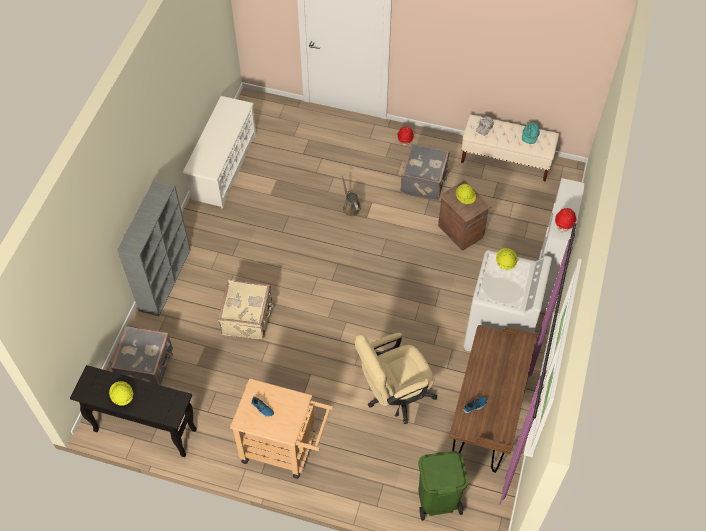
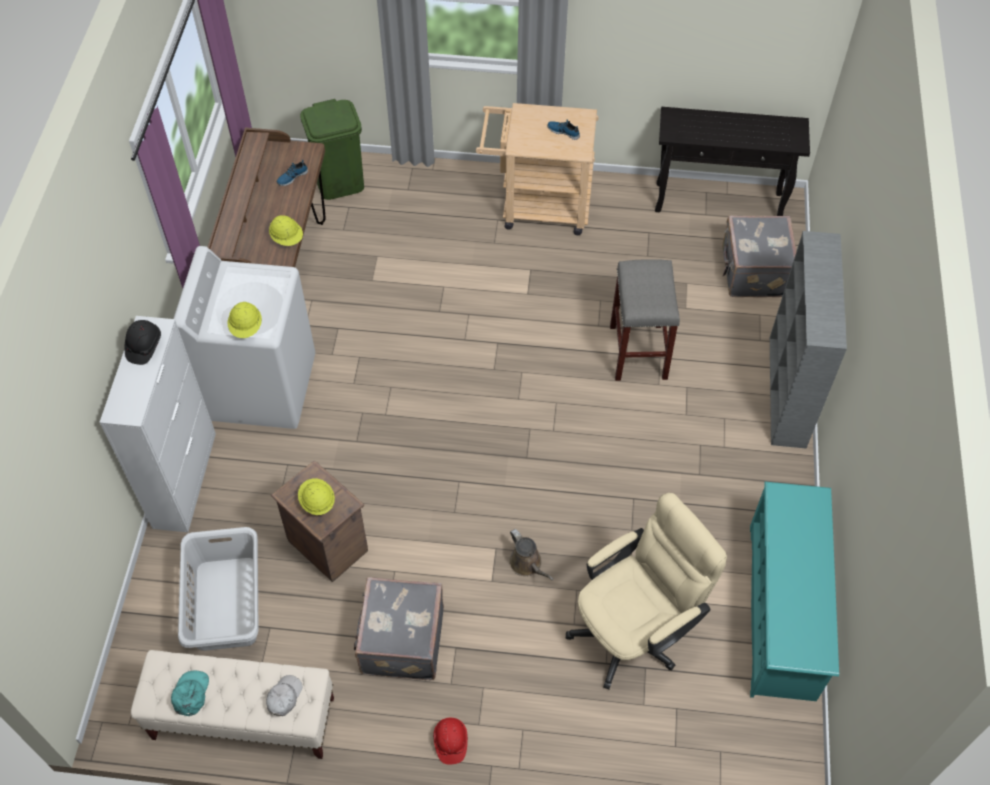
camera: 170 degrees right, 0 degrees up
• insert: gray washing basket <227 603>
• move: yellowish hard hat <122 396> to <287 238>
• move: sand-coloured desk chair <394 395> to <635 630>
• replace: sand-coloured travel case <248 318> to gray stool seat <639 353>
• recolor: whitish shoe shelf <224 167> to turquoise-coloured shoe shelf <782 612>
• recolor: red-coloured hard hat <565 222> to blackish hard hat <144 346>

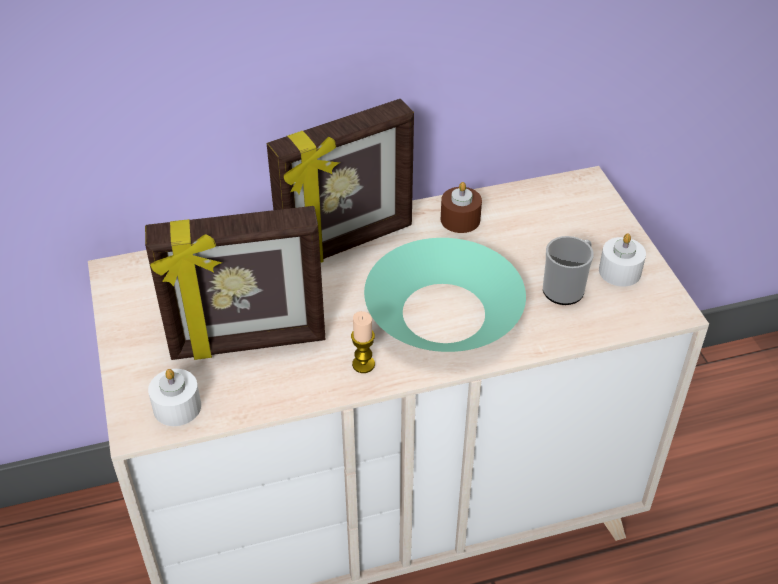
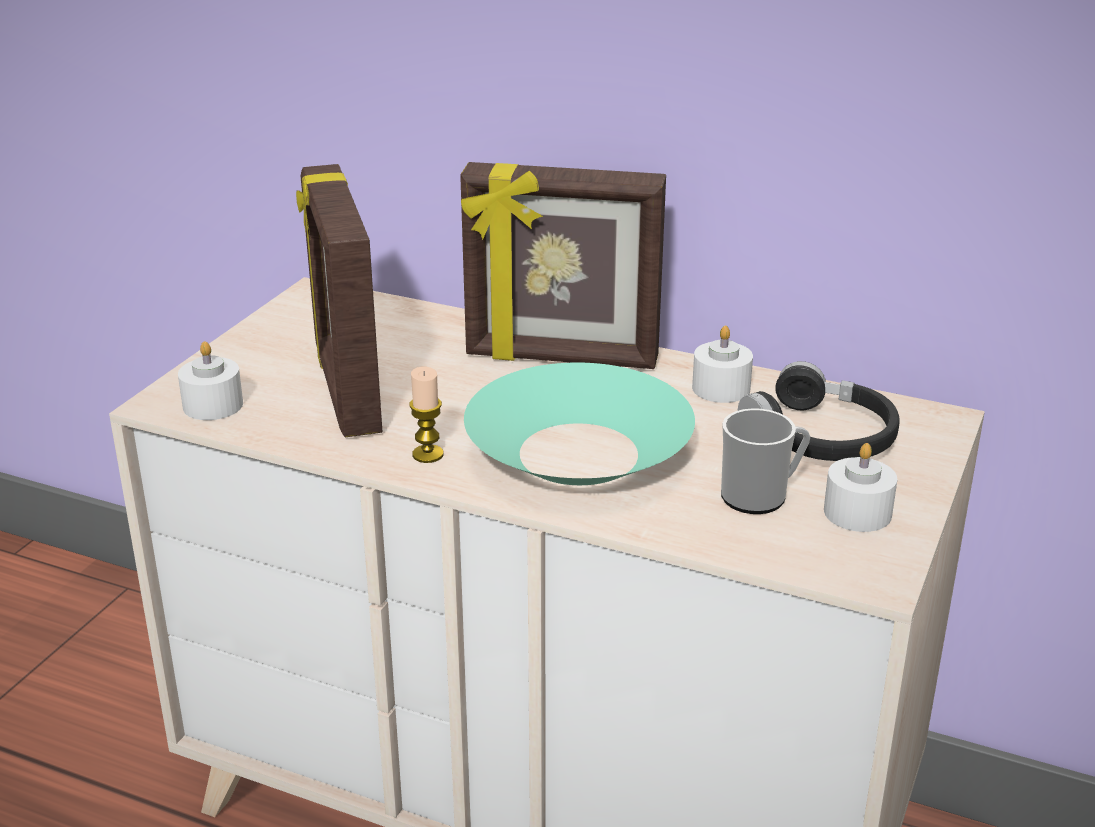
camera: 40 degrees right, 15 degrees down
• insert: blackish pair of headphones <820 437>
• recolor: brown candle <460 219> to whitish candle <721 388>
• rotate: picture frame <248 344> = <345 390> 45 degrees clockwise

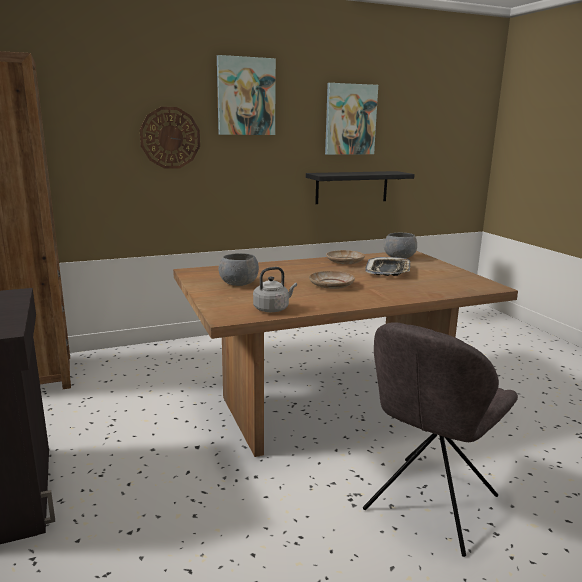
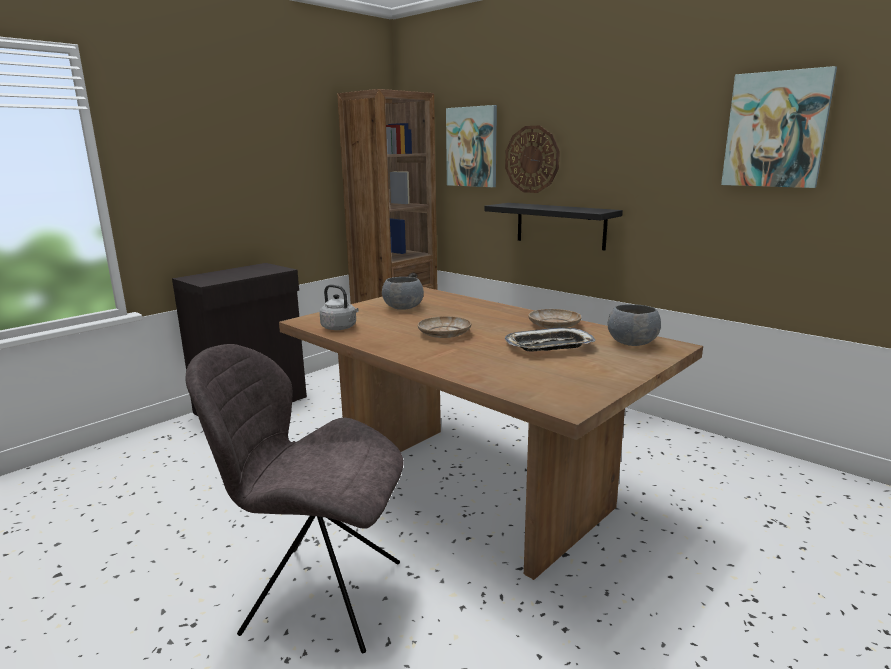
camera: 65 degrees right, 0 degrees up
• move: wall art <246 96> to <472 147>
• move: blackish shelf <352 187> to <560 225>

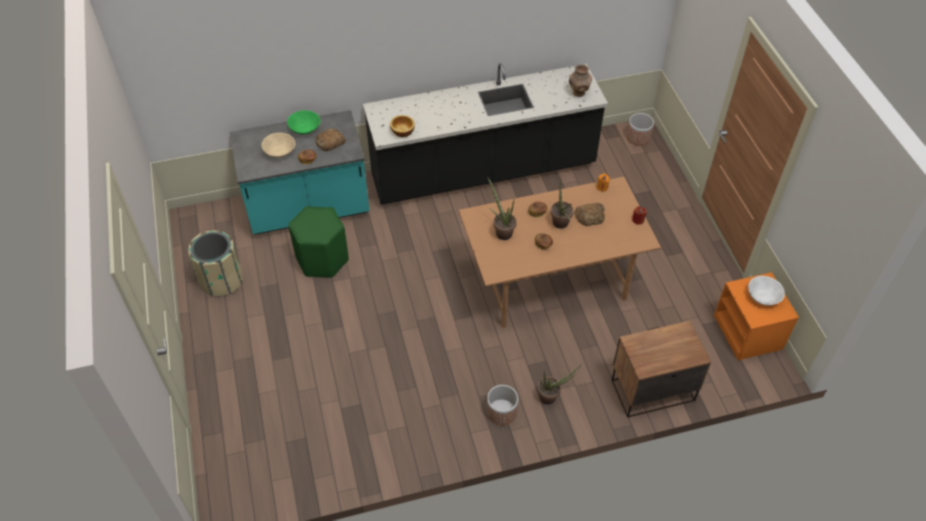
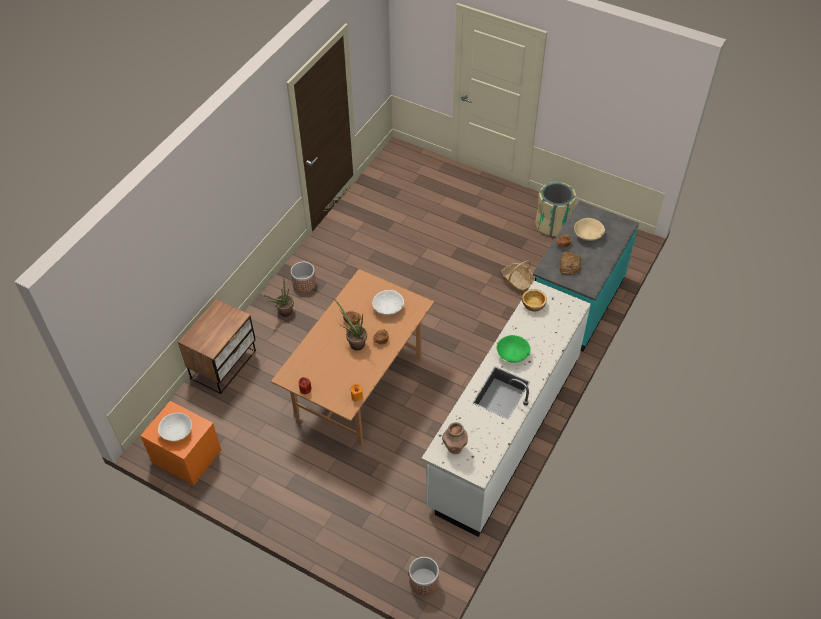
camera: 135 degrees right, 0 degrees up
• delete: bakery bread <590 216>
• move: green-coloured deep dish <305 129> to <512 354>
• replace: green-coloured stool seat <323 259> to household basket <517 281>
• replace: potted plant <501 231> to whitish deep dish <388 308>
• recolor: blackish kitchen counter <483 172> to whitish kitchen counter <504 431>

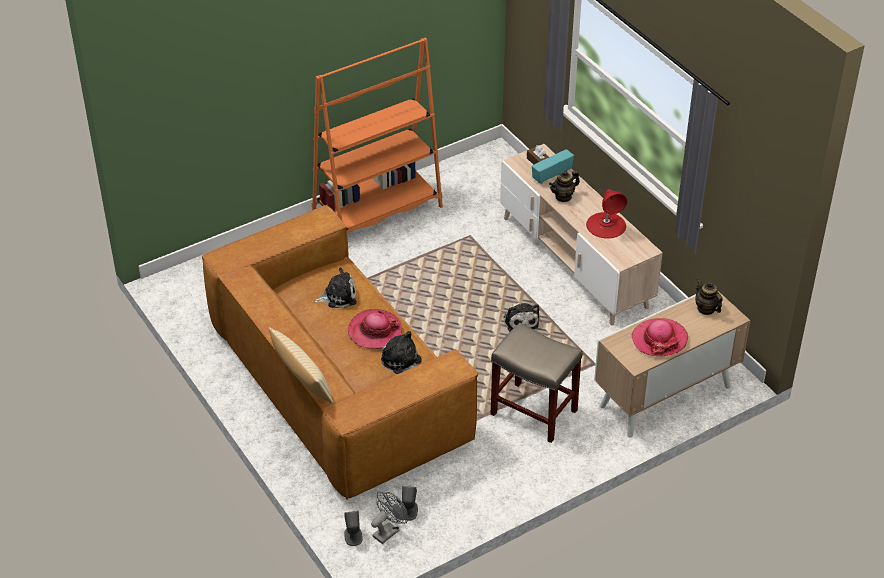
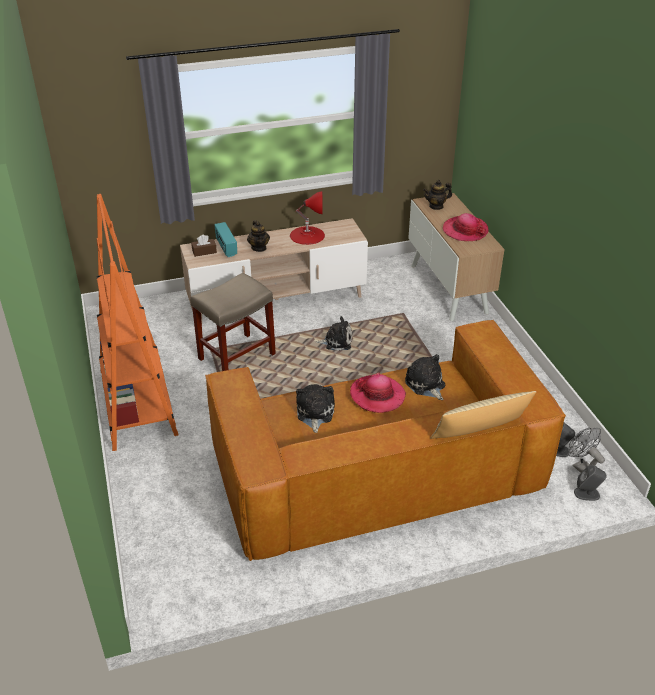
camera: 75 degrees left, 5 degrees down
• move: sand-coloured stool seat <532 412> to <236 357>
• rotate: soft toy <402 362> = <426 385> 90 degrees clockwise

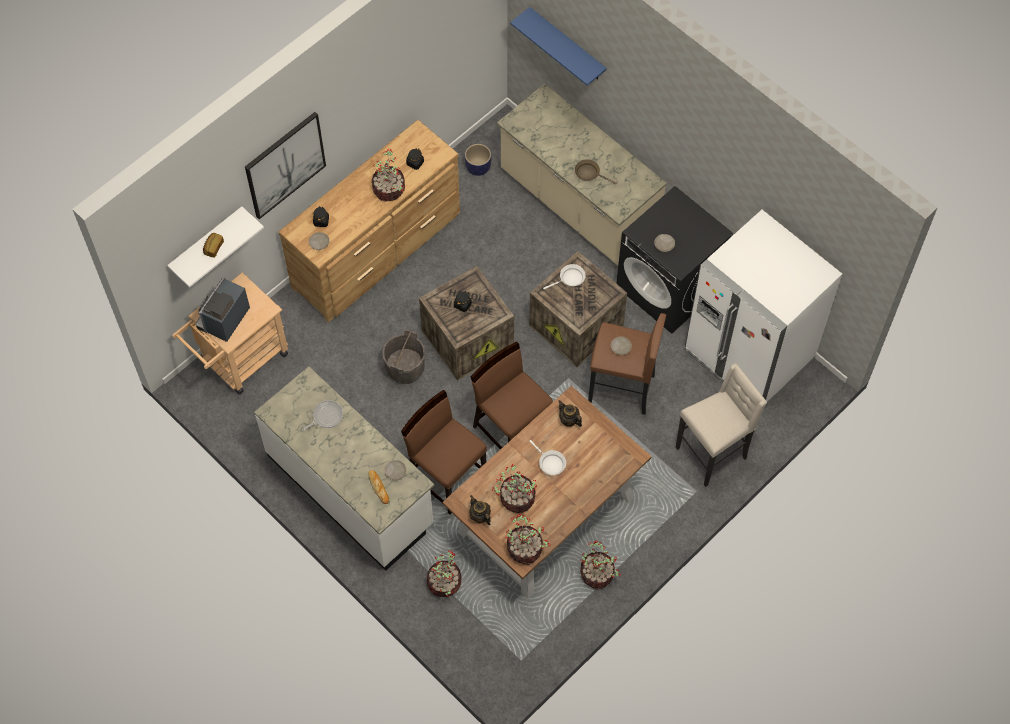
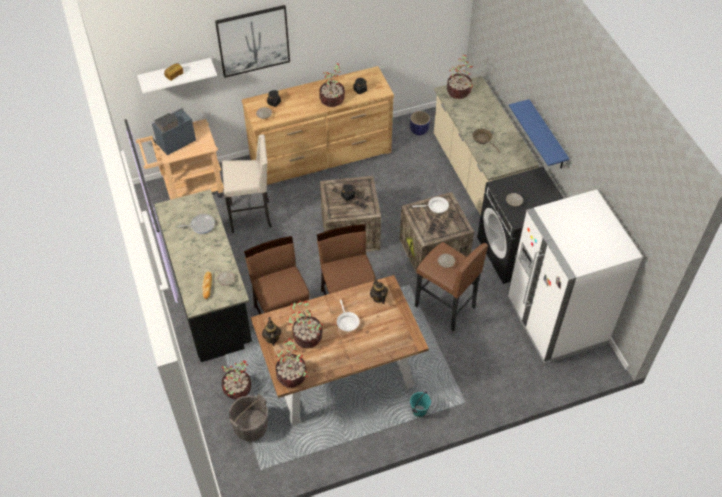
camera: 25 degrees right, 10 degrees down
• insert: turquoise-coloured bucket <419 411>
• move: gray bucket <405 368> to <251 427>
• move: bluish shelf <567 45> to <547 136>
• move: potted plant <598 574> to <459 92>
• move: sand-coloured stool seat <713 453> to <252 216>
• recolor: whitish kitchen counter <351 490> to blackish kitchen counter <210 298>

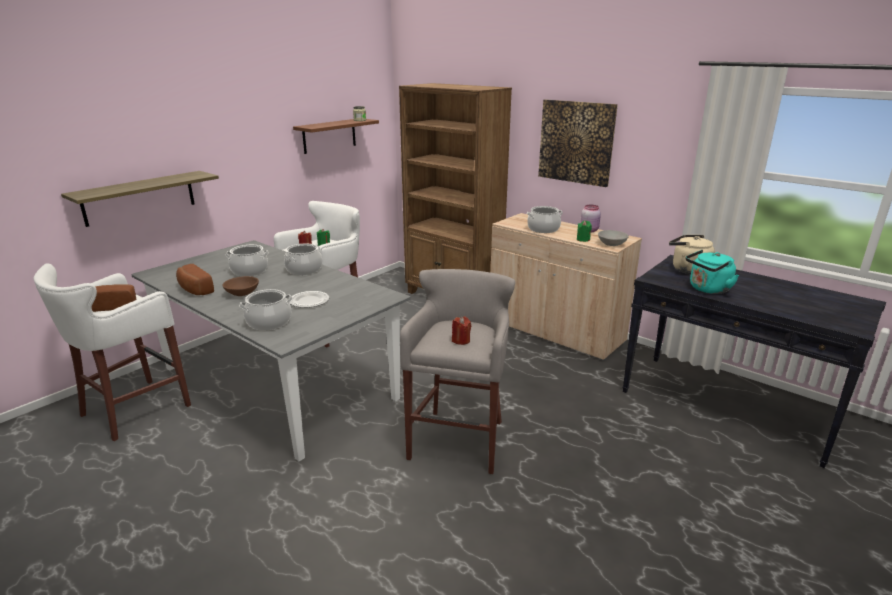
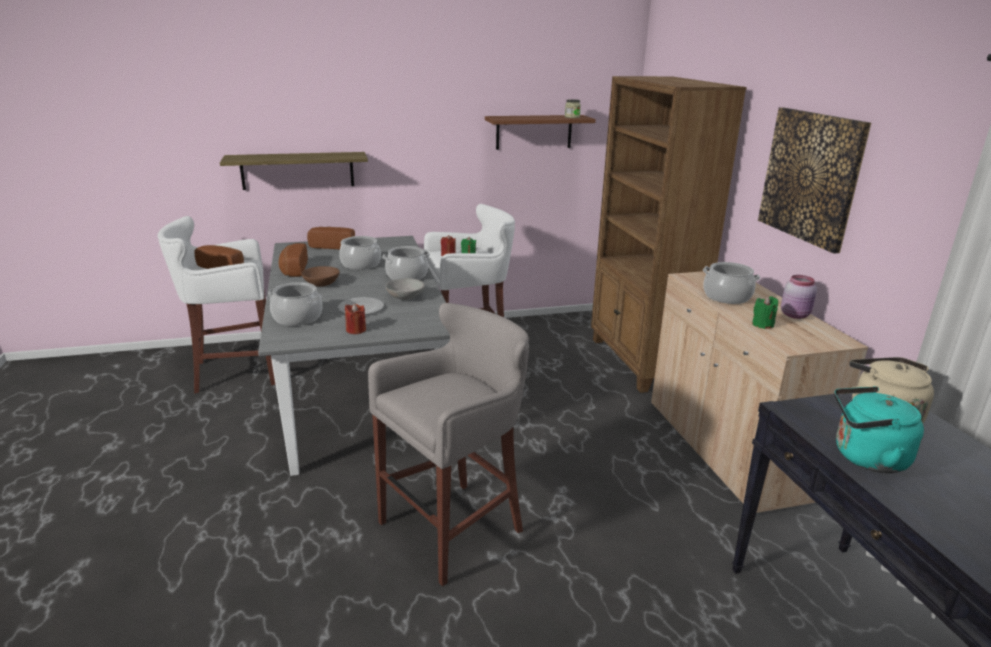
camera: 35 degrees right, 0 degrees up
• insert: bakery bread <334 246>
• move: red-coloured candle <461 340> to <356 330>
• move: gray deep dish <611 244> to <405 297>

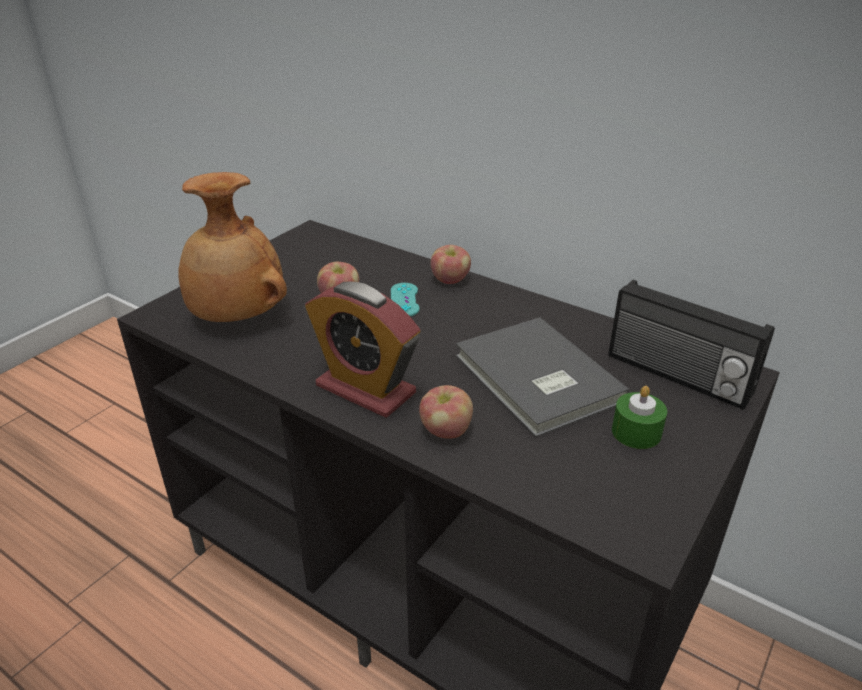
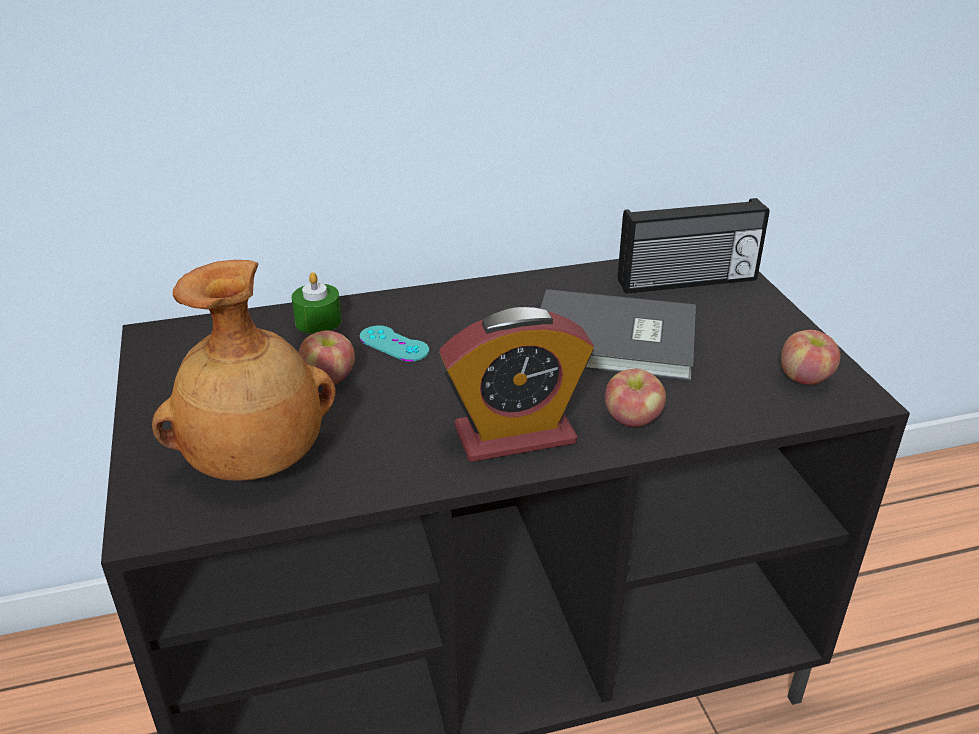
camera: 50 degrees left, 0 degrees up
• move: apple fruit <450 280> to <805 378>
• move: green-coloured candle <636 432> to <318 321>

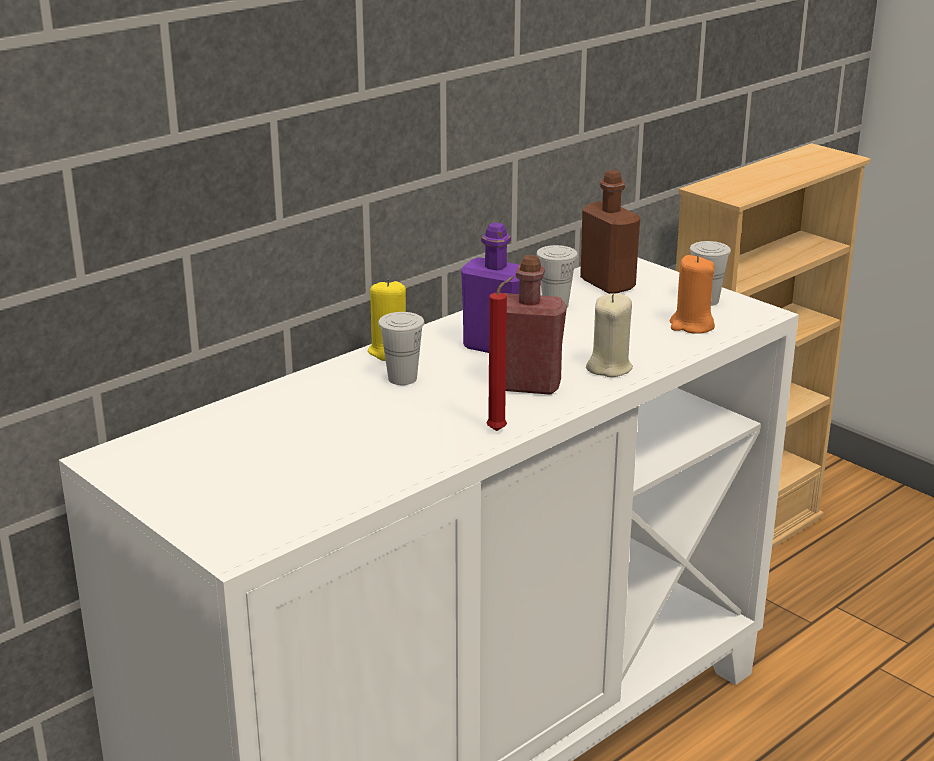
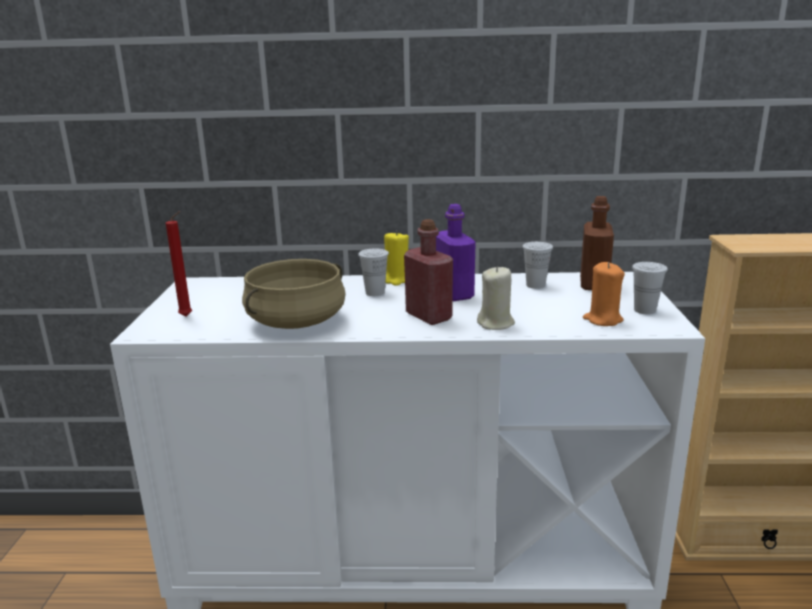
camera: 45 degrees right, 5 degrees down
• insert: sand-coloured saucepot <297 322>
• move: red-coloured candle <499 430> to <187 316>

